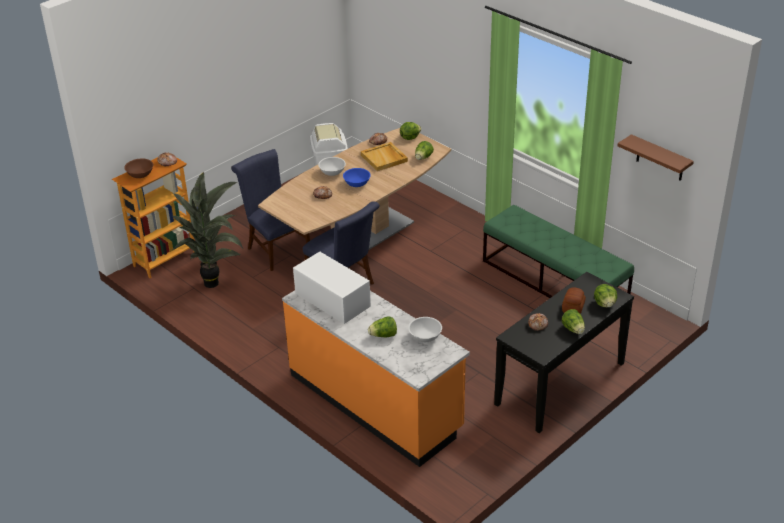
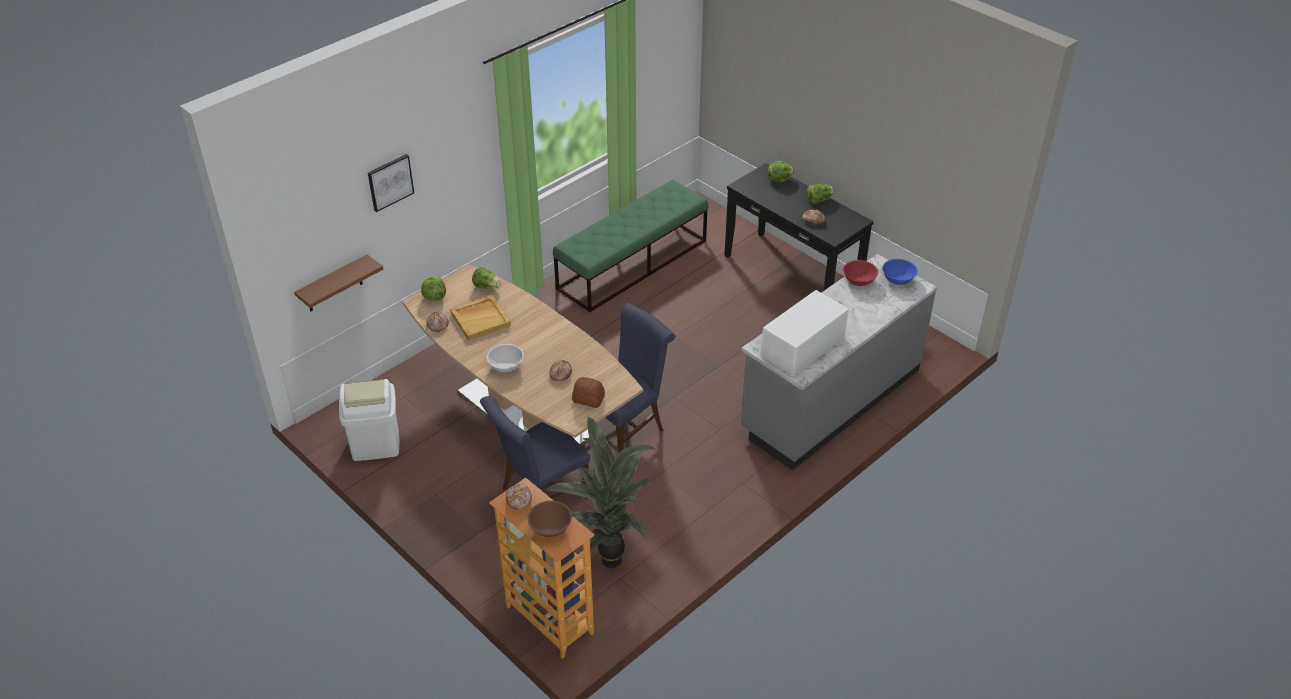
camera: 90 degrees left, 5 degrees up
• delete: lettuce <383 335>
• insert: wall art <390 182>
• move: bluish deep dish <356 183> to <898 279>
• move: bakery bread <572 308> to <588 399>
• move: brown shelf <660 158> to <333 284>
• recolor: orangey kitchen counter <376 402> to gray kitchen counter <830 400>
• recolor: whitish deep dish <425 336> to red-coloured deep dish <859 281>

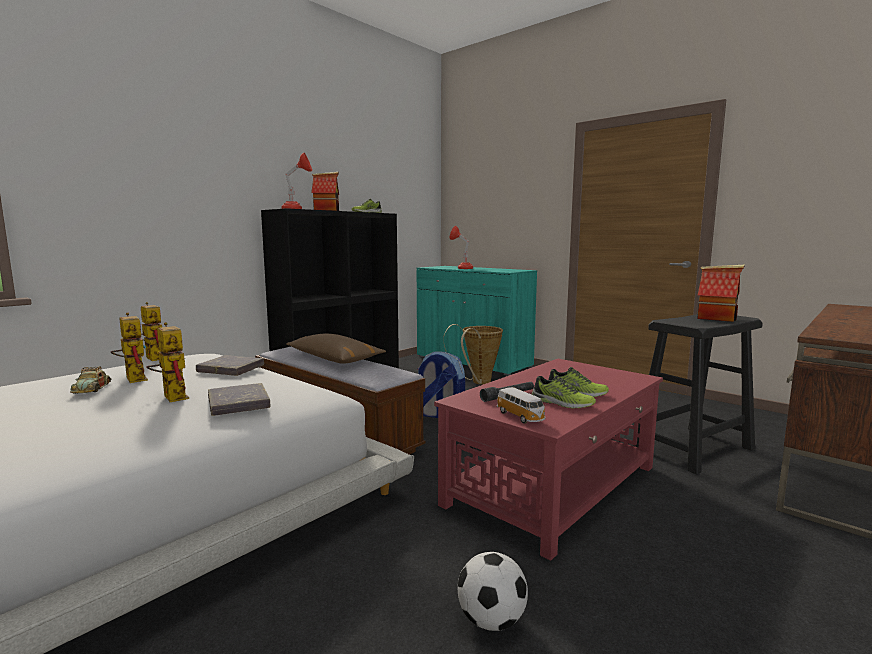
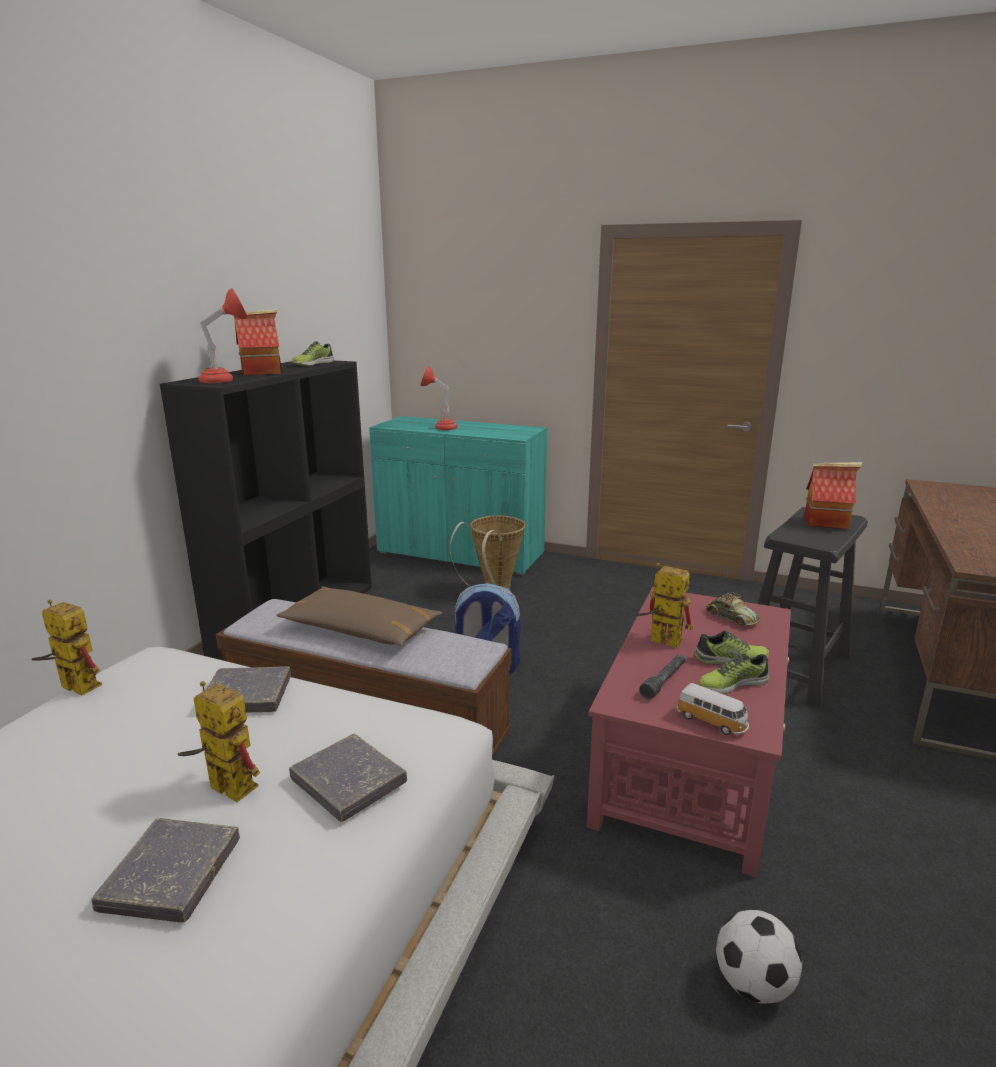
camera: 20 degrees left, 10 degrees up
• insert: gray volume <171 875>
• move: toy car <92 389> to <731 617>
• move: toy robot <132 378> to <658 640>
• rotate: low shoe <562 403> = <732 684> 150 degrees clockwise

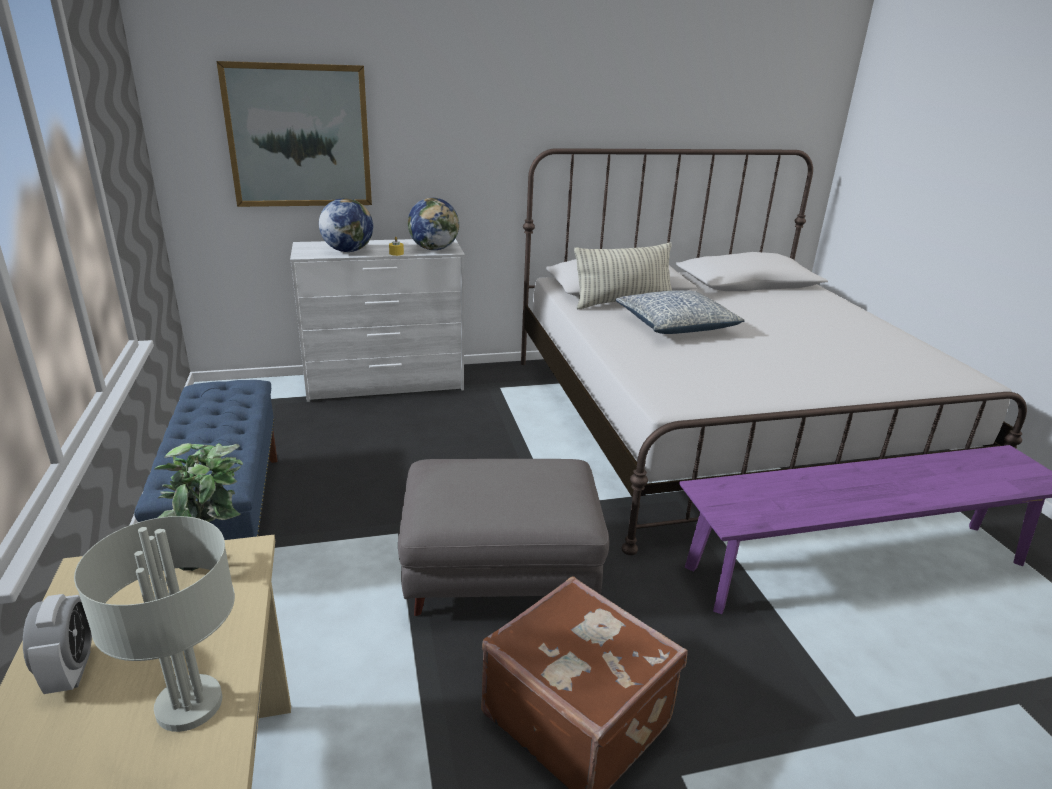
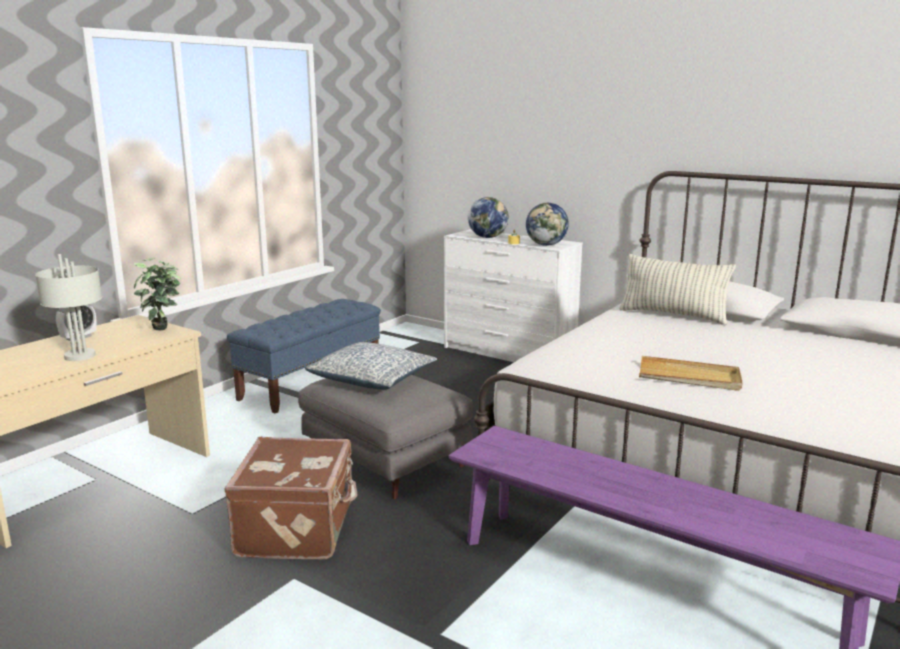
camera: 50 degrees right, 10 degrees down
• delete: wall art <299 136>
• insert: sand-coloured tray <689 377>
• move: pillow <676 325> to <373 379>

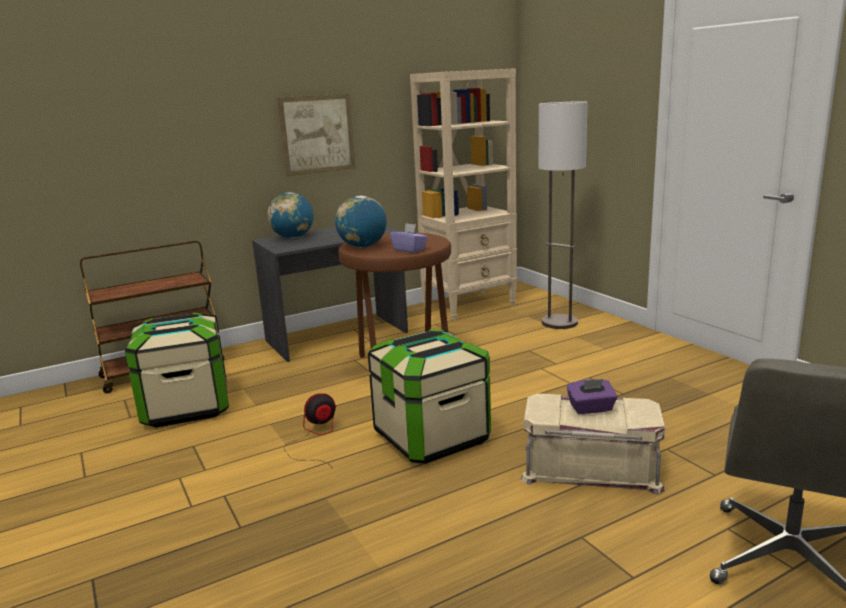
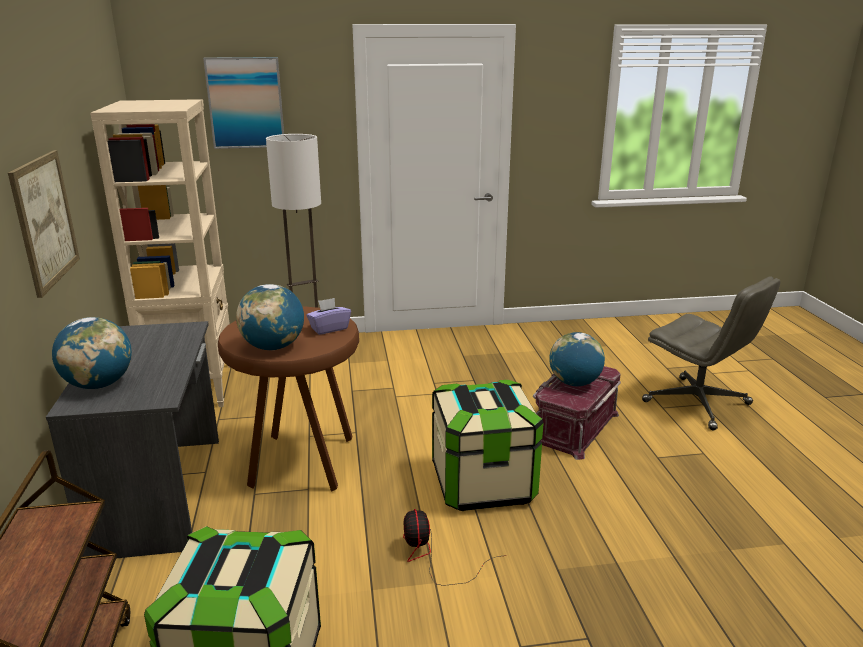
camera: 70 degrees left, 5 degrees up
• insert: wall art <245 103>
• replace: purple tissue holder <591 408> to desk globe <574 383>
• recolor: sand-coloured storage box <590 467> to red-coloured storage box <574 427>

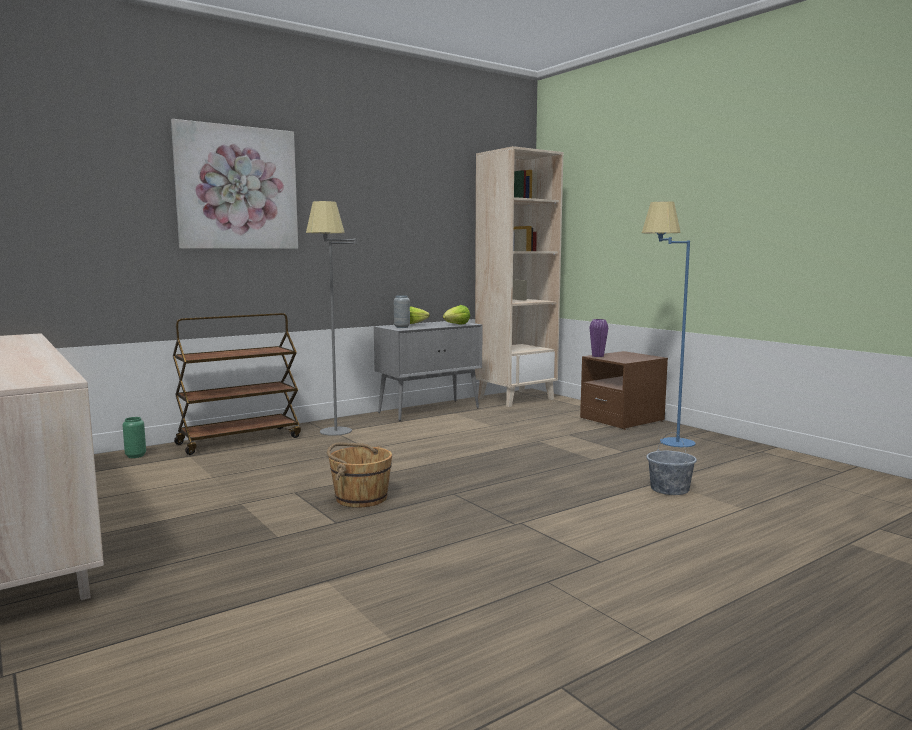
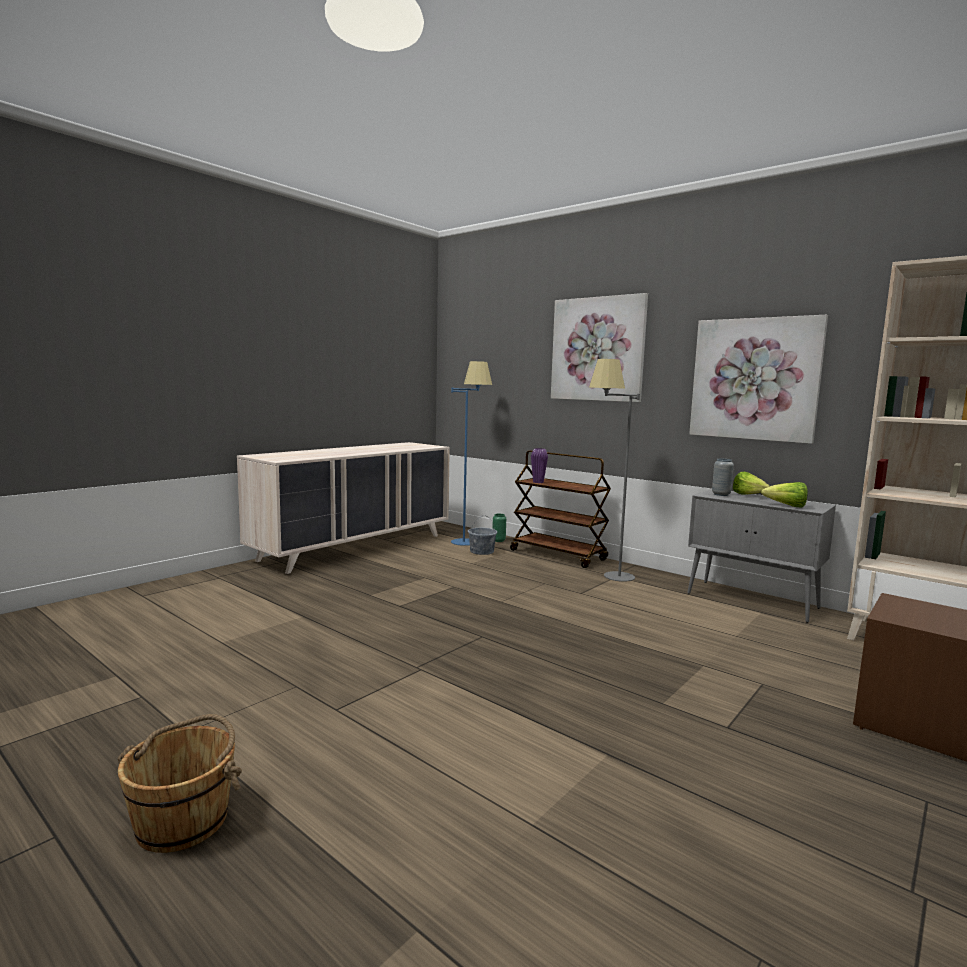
camera: 75 degrees right, 0 degrees up
• insert: wall art <754 379>
• move: brown bucket <360 498> to <184 820>
• move: purple decorative vase <597 356> to <538 482>
• move: bluish floor lamp <662 440> to <468 539>
• move: gray bucket <669 489> to <482 551>

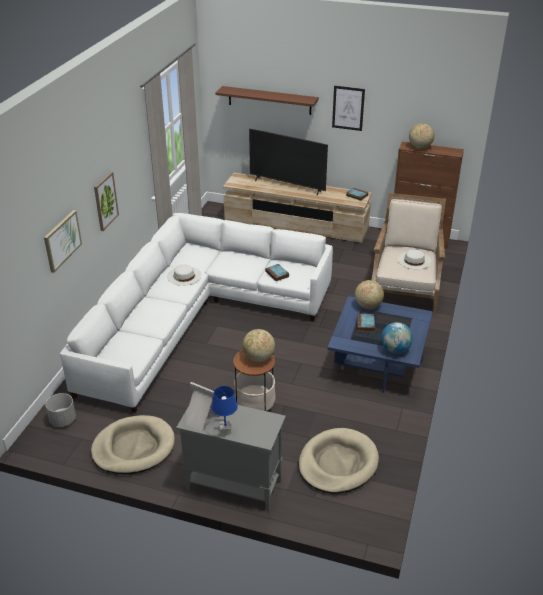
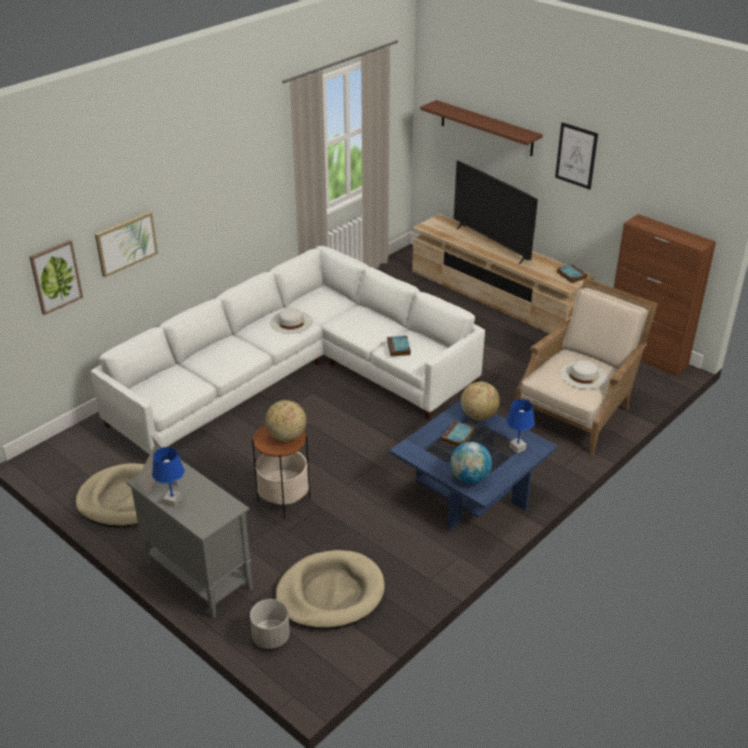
camera: 25 degrees right, 0 degrees up
• delete: desk globe <420 147>
• insert: bluish tabletop lamp <517 448>
• move: gray flower pot <63 420> to <271 637>
• move: wall art <105 201> to <55 276>

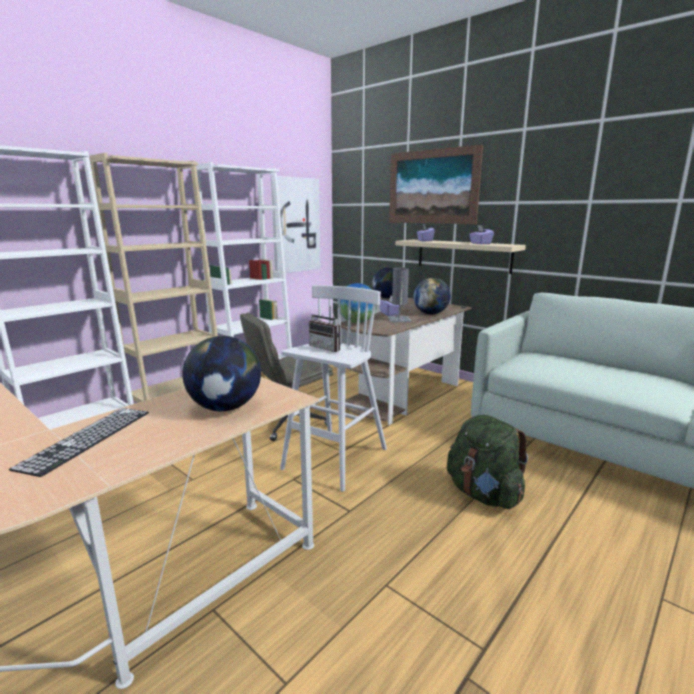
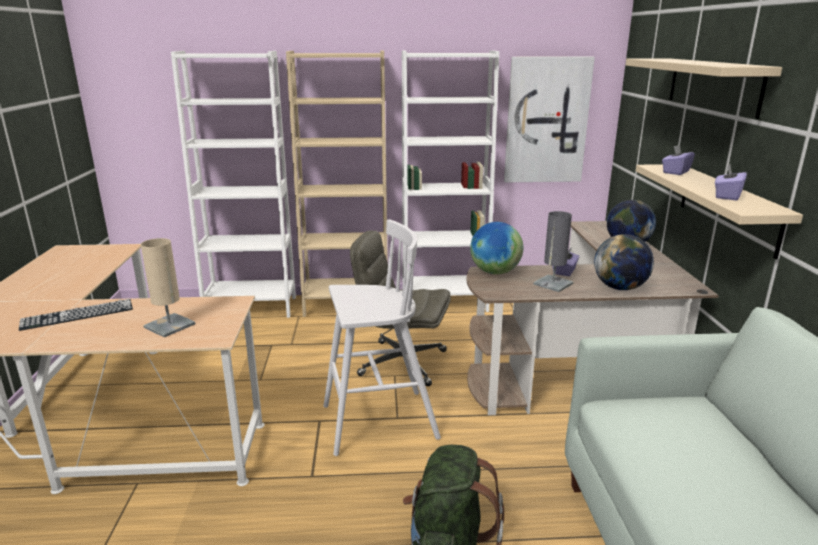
camera: 45 degrees right, 5 degrees up
• delete: radio <327 348>
• replace: desk globe <225 408> to sand-coloured tabletop lamp <169 326>
• replace: wall art <432 187> to sand-coloured shelf <713 85>

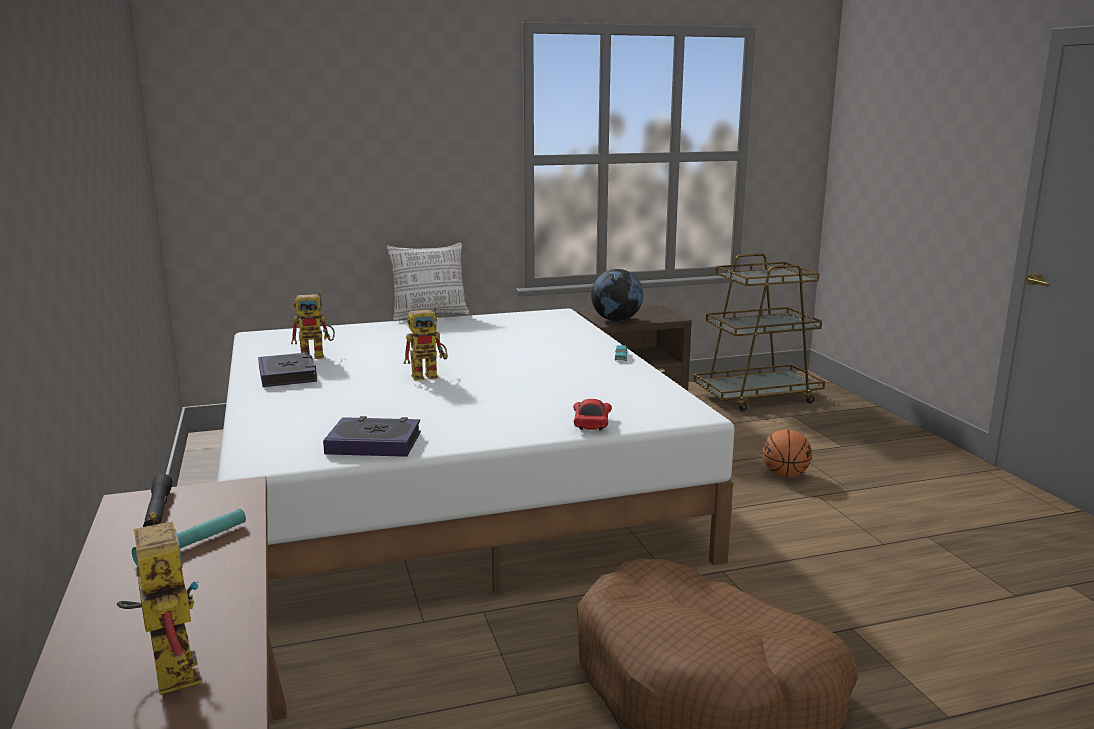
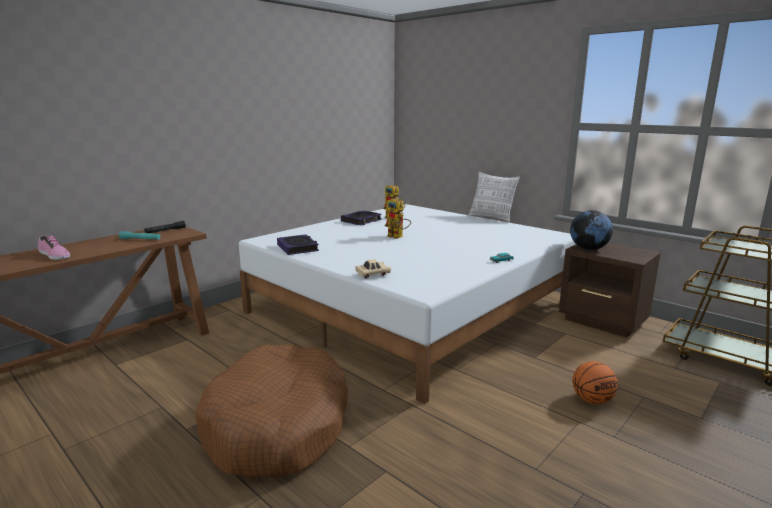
camera: 60 degrees right, 0 degrees up
• replace: toy robot <168 667> to low shoe <54 255>
• recolor: red-coloured toy car <591 424> to sand-coloured toy car <372 275>

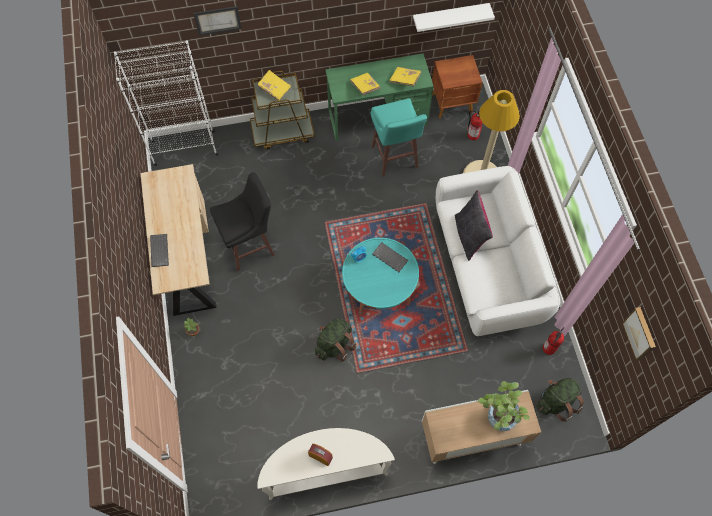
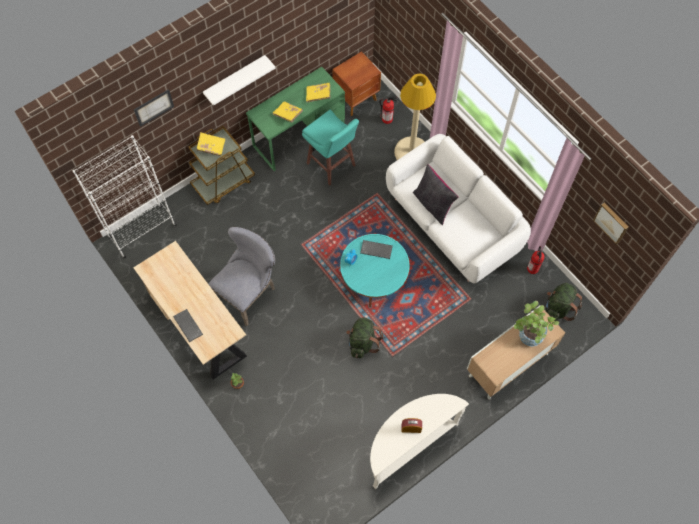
camera: 25 degrees left, 0 degrees up
• move: whitish shelf <450 16> to <235 79>
• replace: blackish stool seat <250 246> to gray plain chair <248 292>

